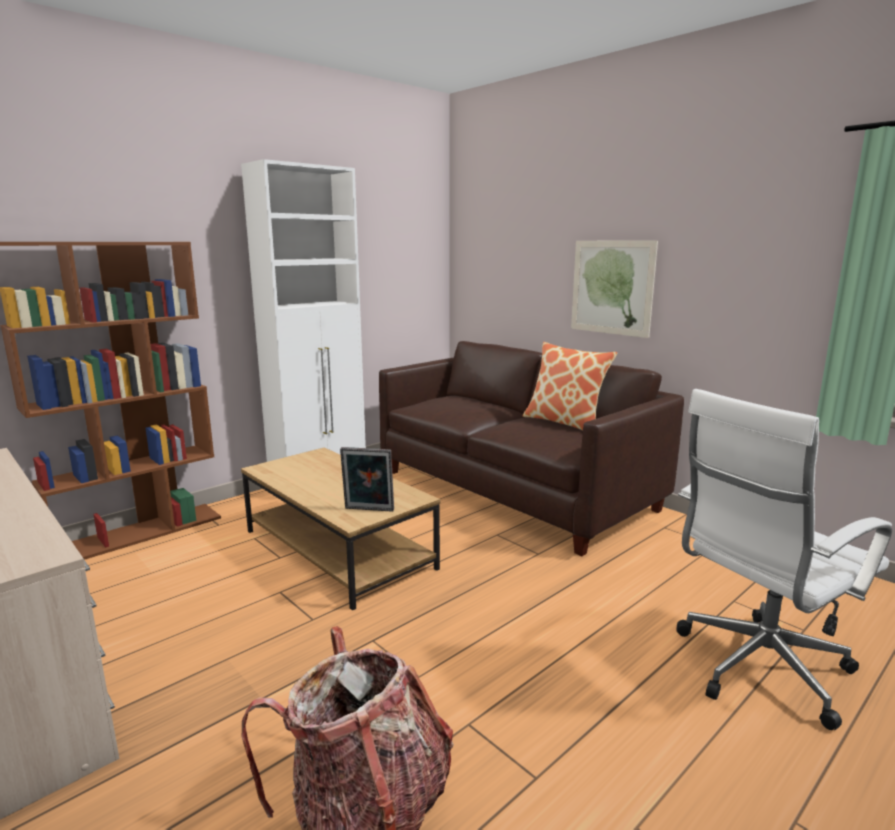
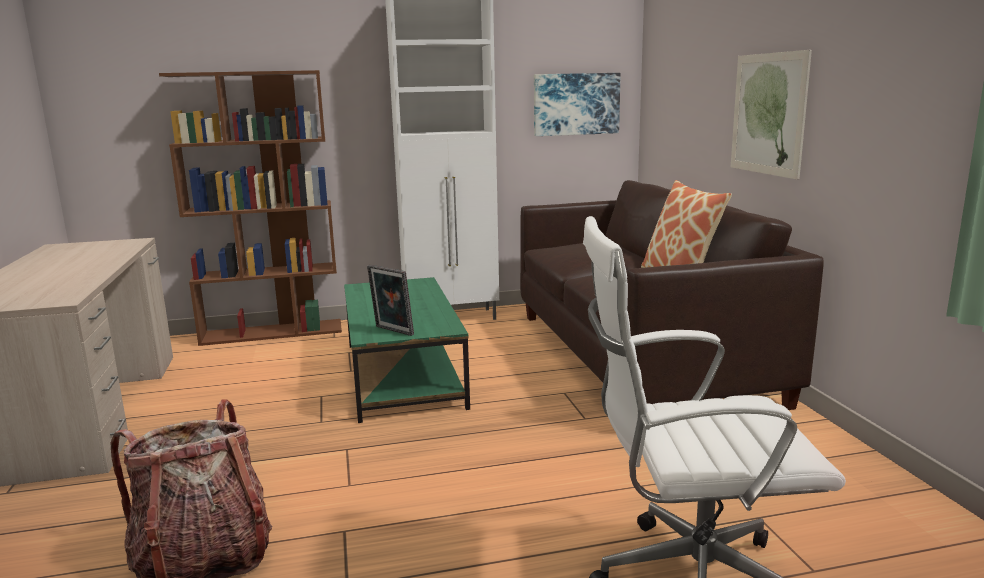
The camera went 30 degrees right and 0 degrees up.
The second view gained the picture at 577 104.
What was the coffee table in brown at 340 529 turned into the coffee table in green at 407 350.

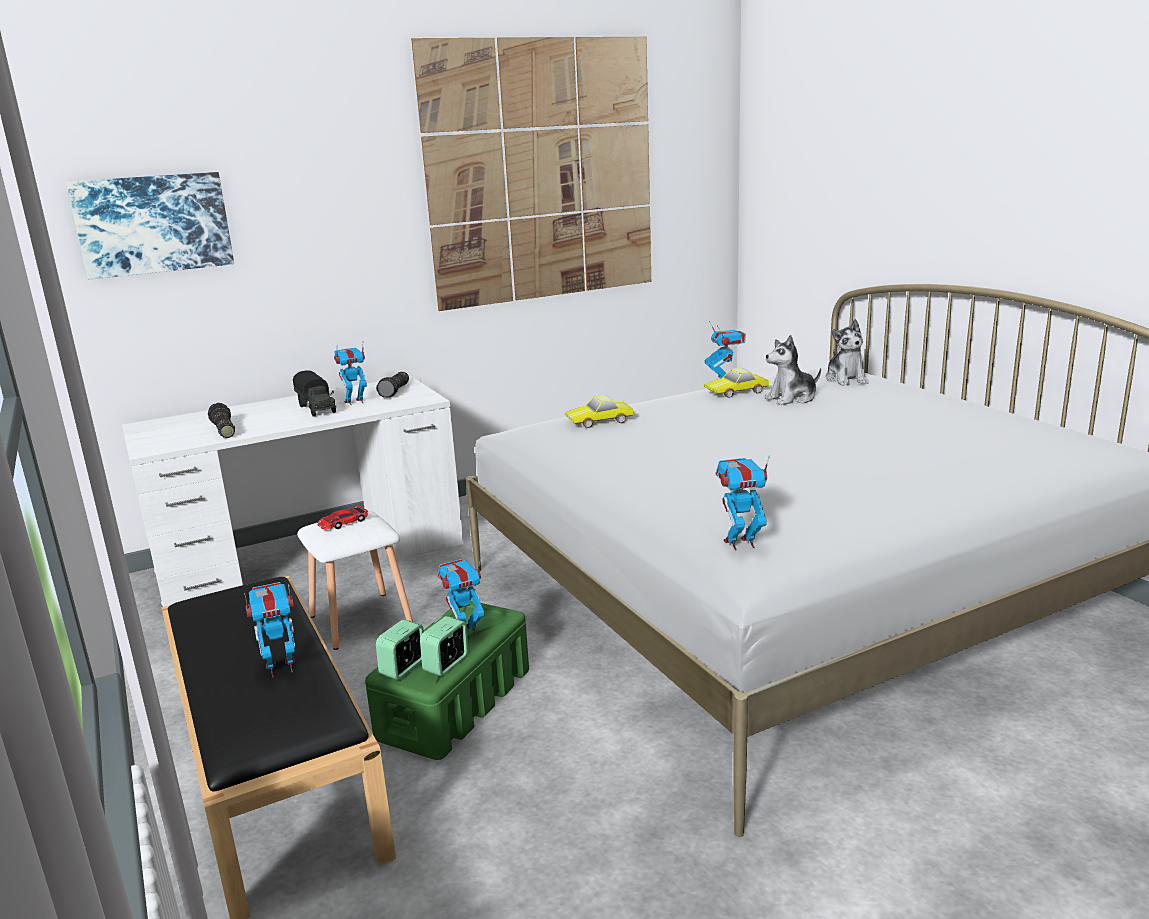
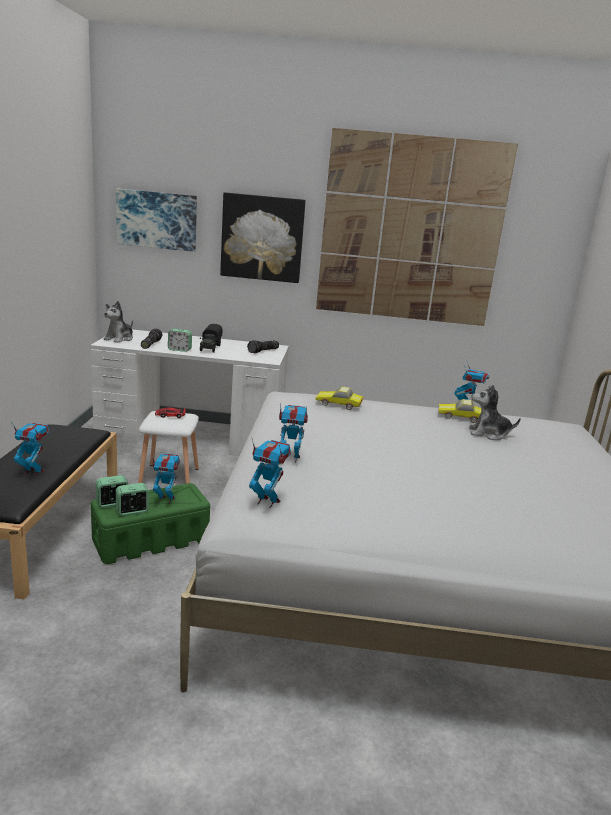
The camera went 30 degrees right and 0 degrees up.
The second view gained the alarm clock at 180 340.
The second view gained the picture at 263 237.
The toy robot ended up elsewhere, having gone from 350 376 to 293 433.
The plush toy ended up elsewhere, having gone from 847 352 to 118 322.

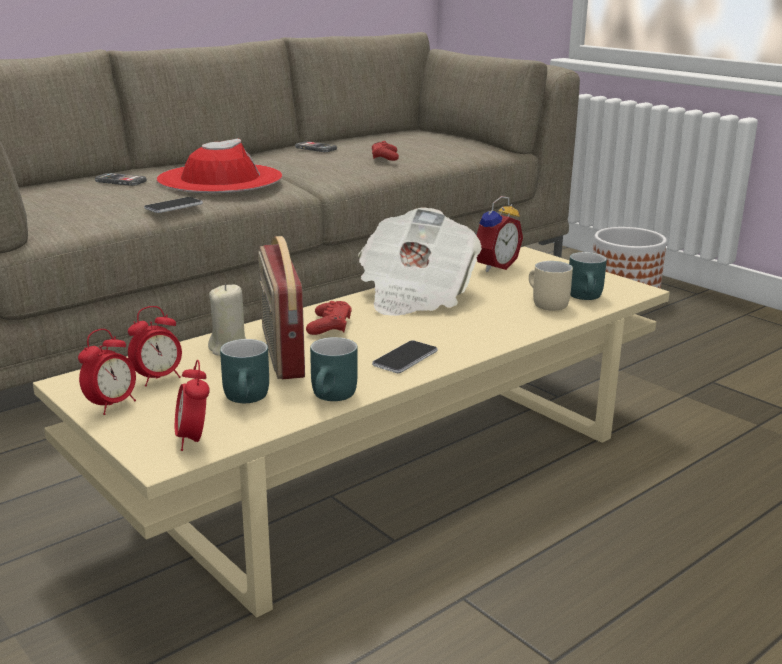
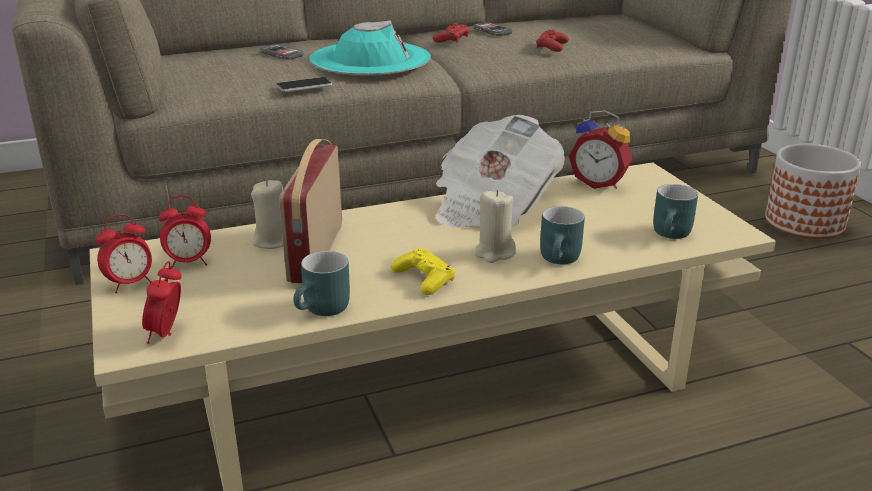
The camera went 20 degrees right and 5 degrees up.
The second view lost the mug in beige at 551 286.
The second view gained the candle in beige at 495 226.
The mug in turquoise ended up elsewhere, having gone from 244 371 to 562 235.
The game controller in red ended up elsewhere, having gone from 329 318 to 451 33.
Where the phone stood at 405 356, the game controller in yellow came to stand at 423 271.
What was the hat in red at 219 165 turned into the hat in turquoise at 370 48.
The alarm clock at 498 234 ended up facing another way, 60 degrees clockwise from before.

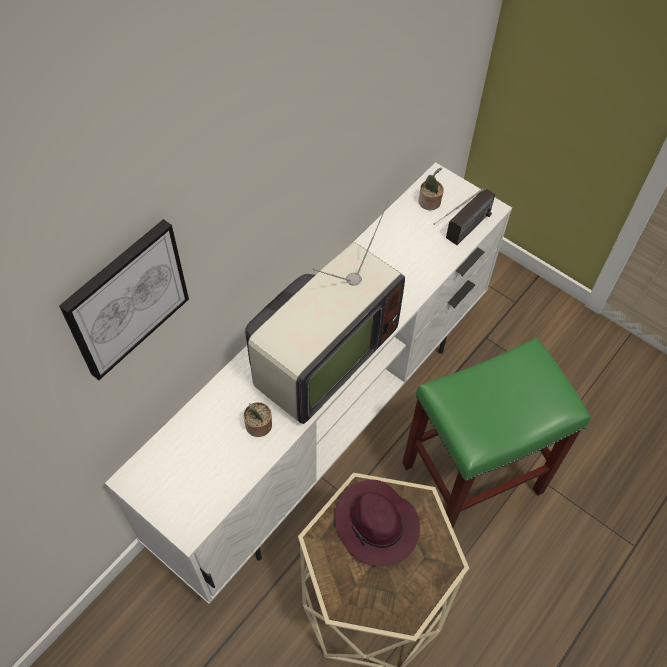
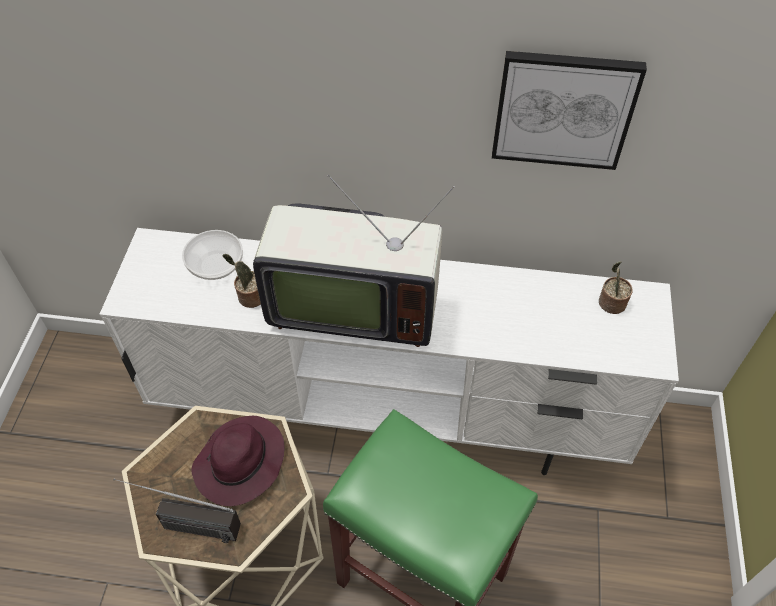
The camera went 60 degrees right and 5 degrees down.
The second view gained the bowl at 212 255.
The picture ended up elsewhere, having gone from 124 299 to 569 110.
The radio ended up elsewhere, having gone from 464 216 to 177 511.

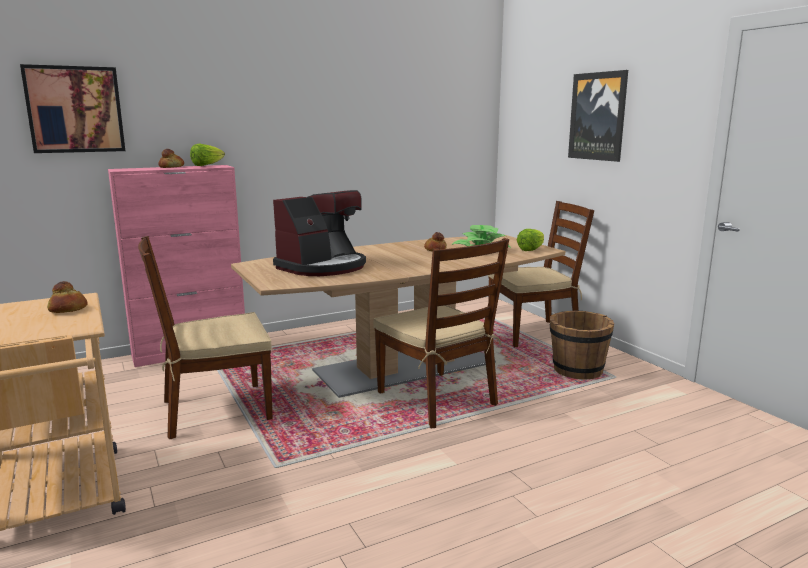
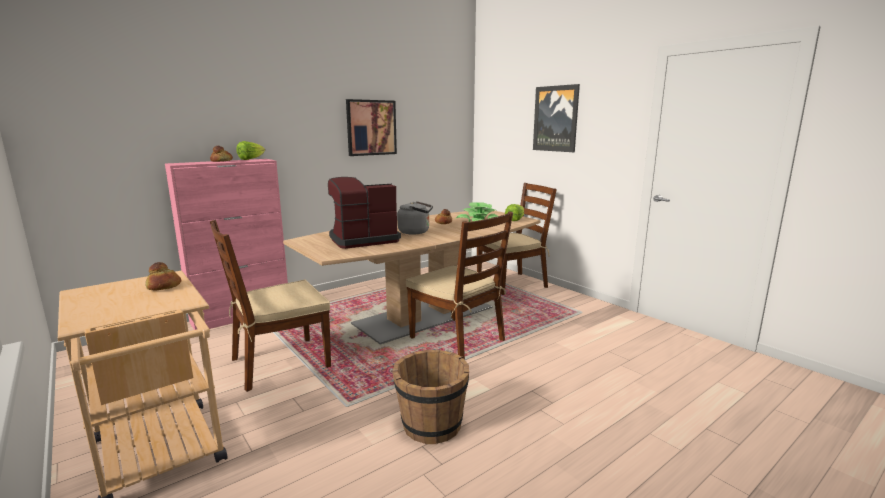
The camera went 10 degrees left and 0 degrees up.
The second view gained the kettle in grey at 415 217.
The picture ended up elsewhere, having gone from 72 108 to 371 127.
The bucket in brown ended up elsewhere, having gone from 582 345 to 430 397.
The coffee machine at 319 233 ended up facing another way, 150 degrees counterclockwise from before.

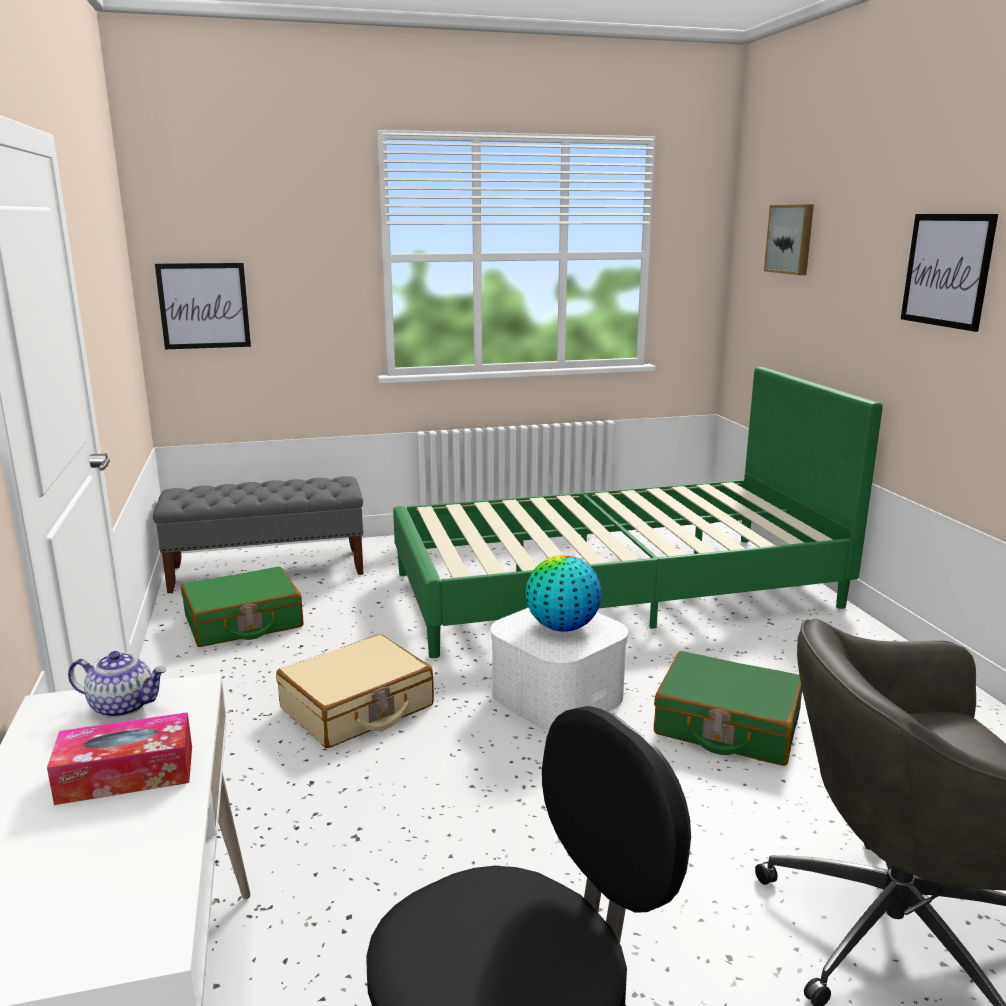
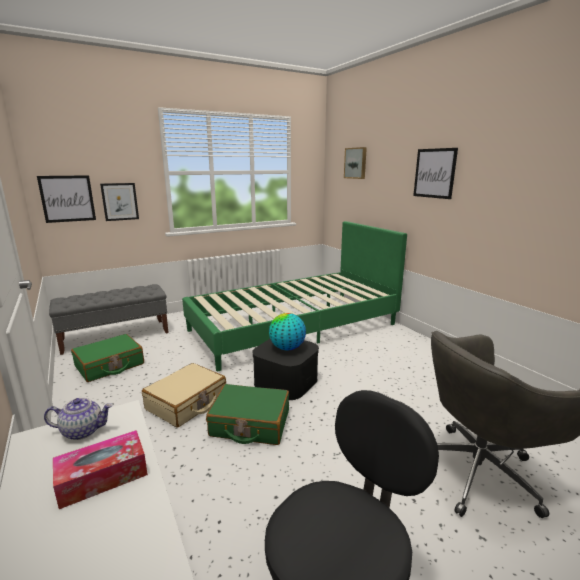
The camera went 15 degrees left and 0 degrees up.
The second view gained the picture at 119 202.
The suitcase in green ended up elsewhere, having gone from 728 708 to 247 414.
What was the storage box in white at 559 669 turned into the storage box in black at 285 369.

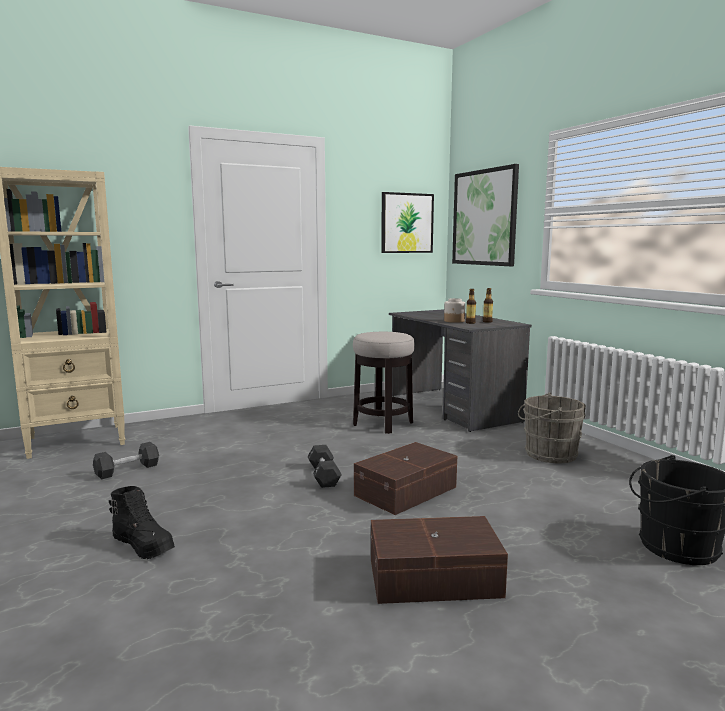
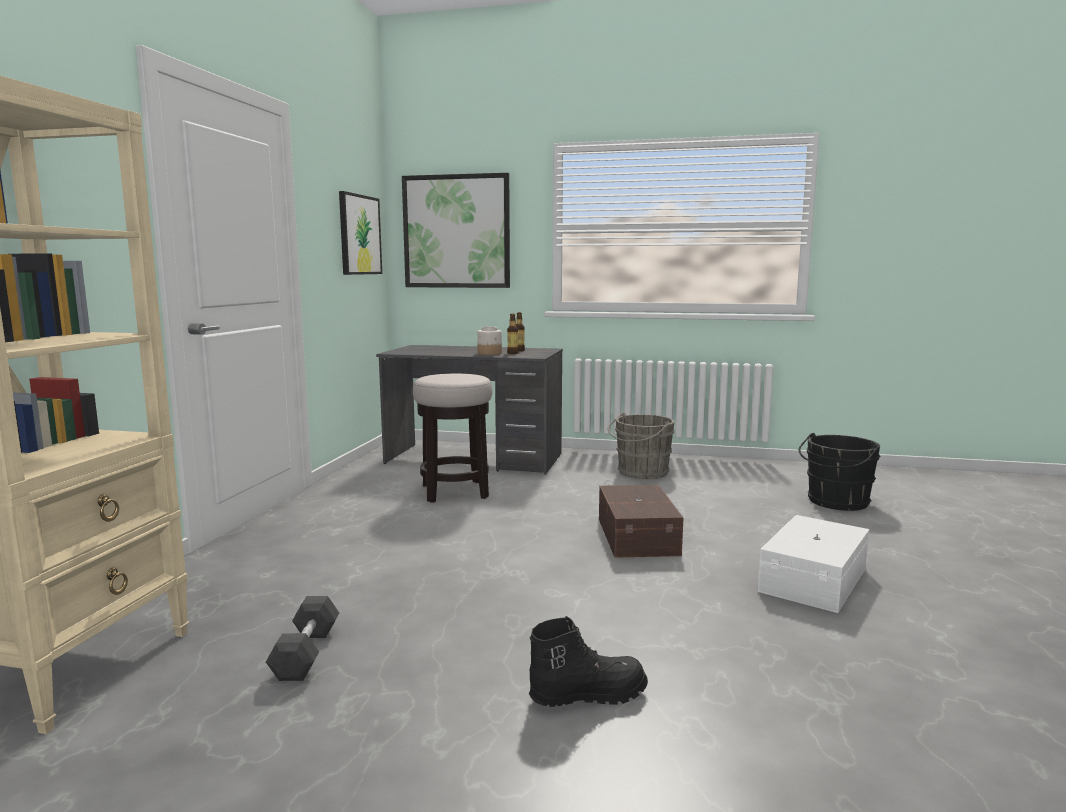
The camera went 50 degrees left and 0 degrees up.
The second view lost the dumbbell in black at 325 466.
What was the storage box in brown at 439 560 turned into the storage box in white at 813 564.

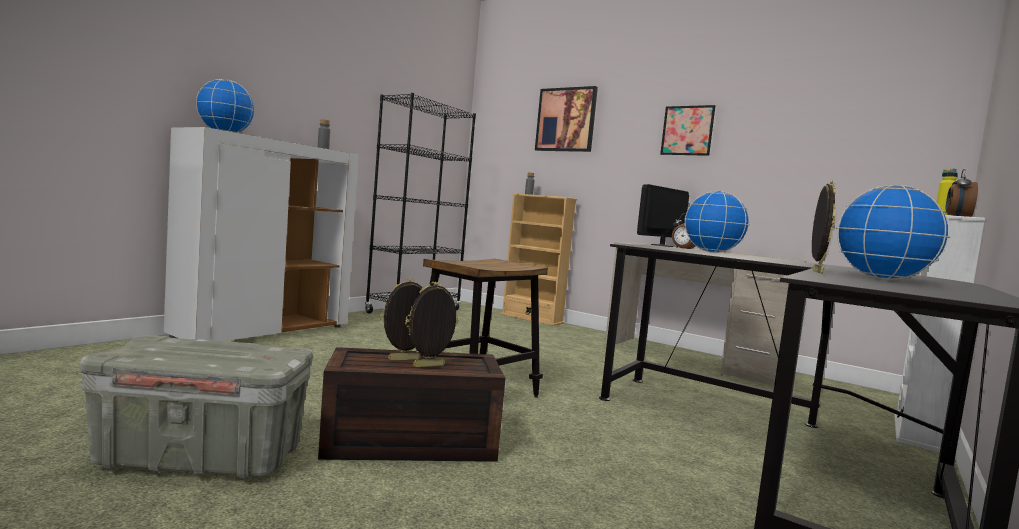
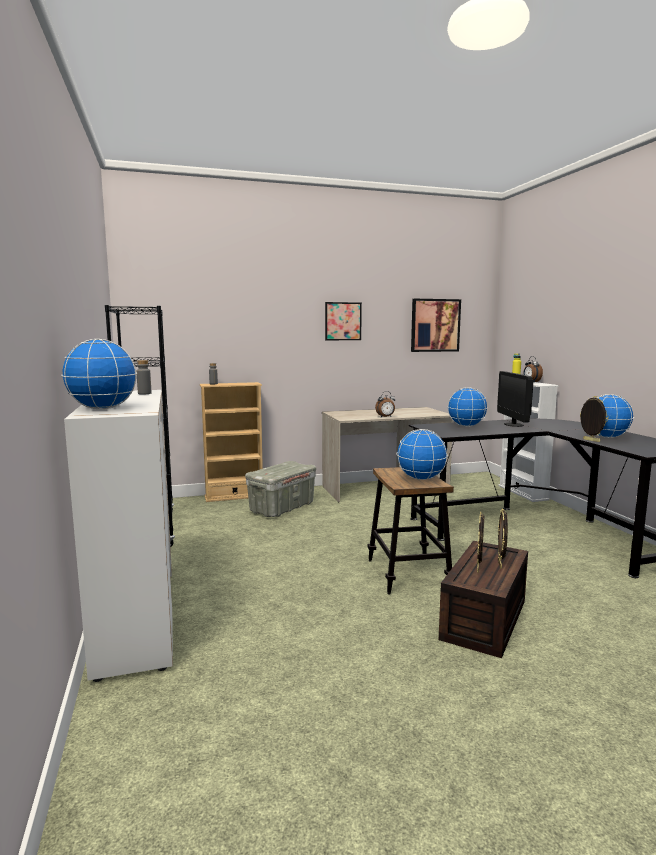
The camera went 50 degrees left and 5 degrees up.
The second view gained the globe at 422 454.
The storage box in grey ended up elsewhere, having gone from 196 407 to 280 489.
The picture ended up elsewhere, having gone from 566 119 to 436 325.
The monitor ended up elsewhere, having gone from 663 215 to 515 399.

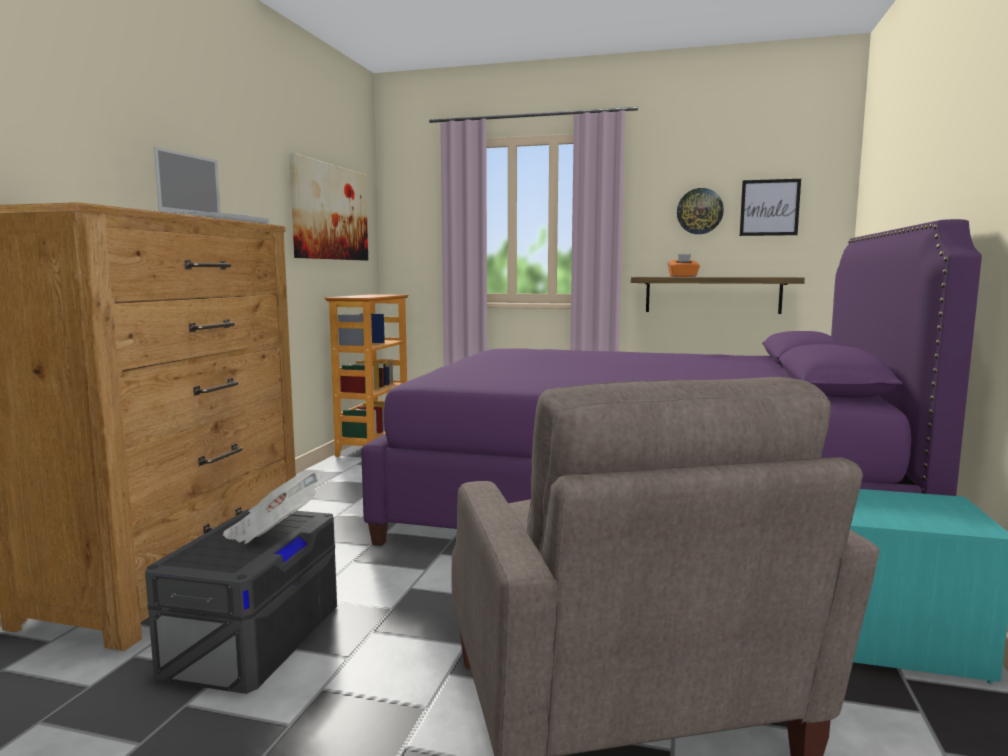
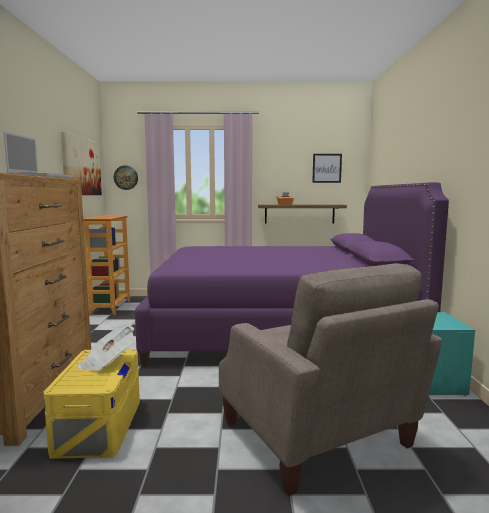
The camera went 15 degrees left and 0 degrees up.
The wall clock ended up elsewhere, having gone from 700 211 to 126 178.
What was the storage box in grey at 241 601 turned into the storage box in yellow at 91 404.

